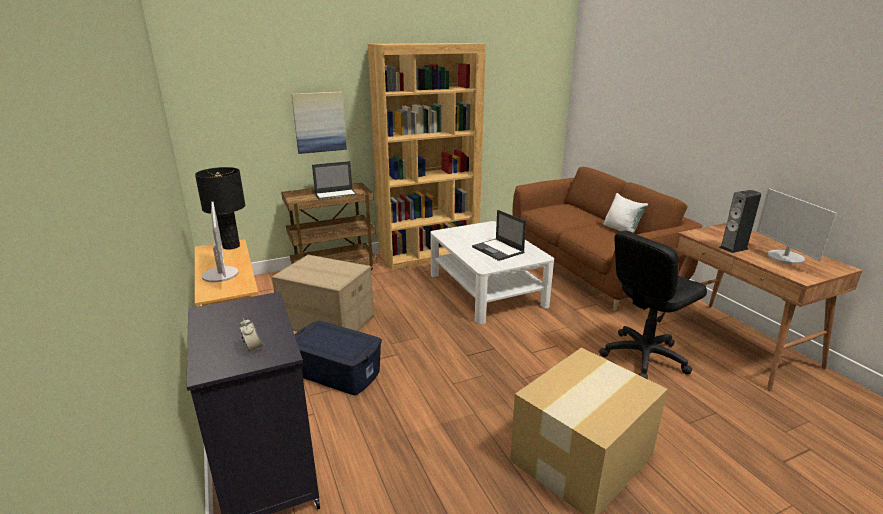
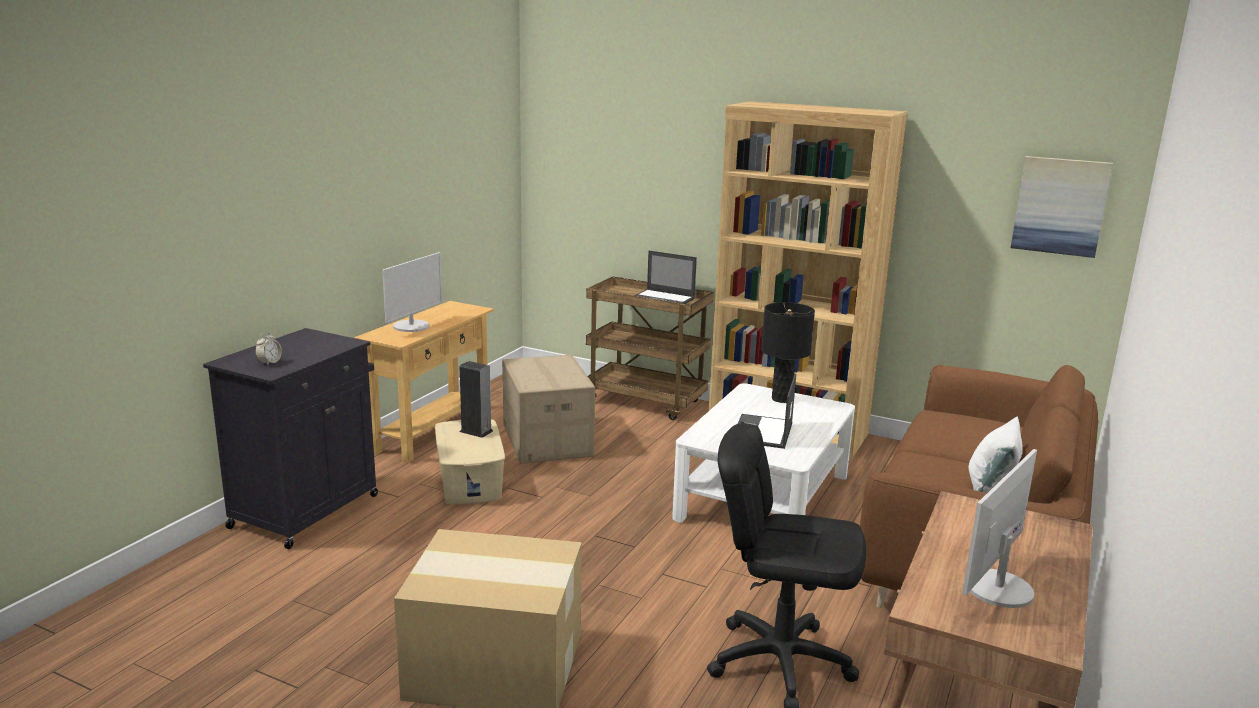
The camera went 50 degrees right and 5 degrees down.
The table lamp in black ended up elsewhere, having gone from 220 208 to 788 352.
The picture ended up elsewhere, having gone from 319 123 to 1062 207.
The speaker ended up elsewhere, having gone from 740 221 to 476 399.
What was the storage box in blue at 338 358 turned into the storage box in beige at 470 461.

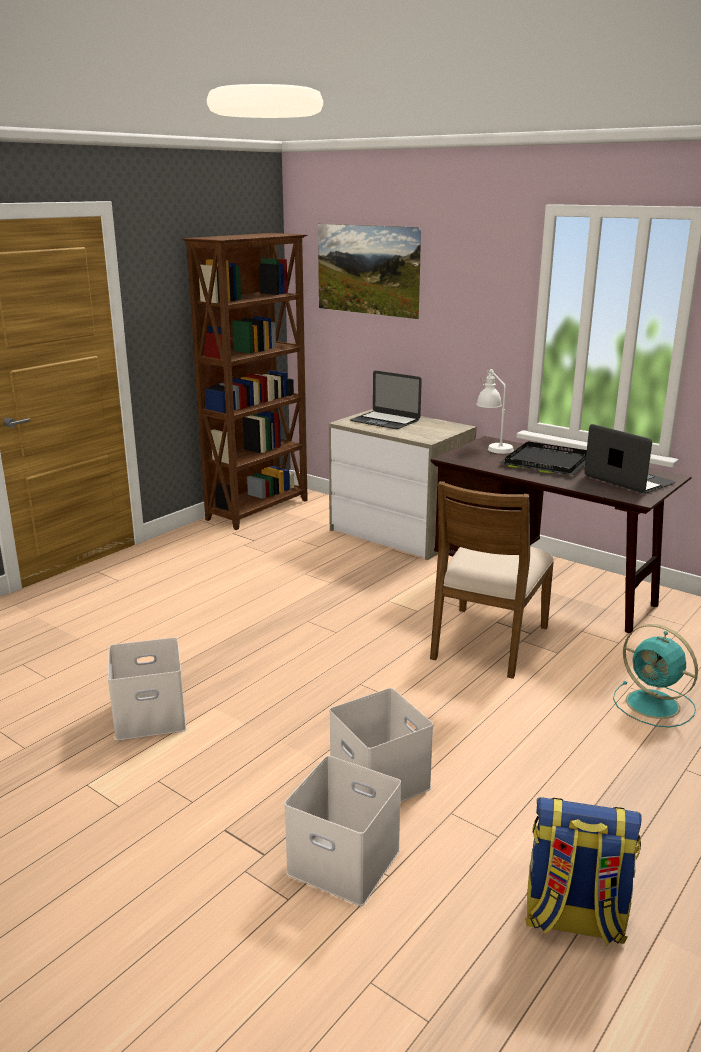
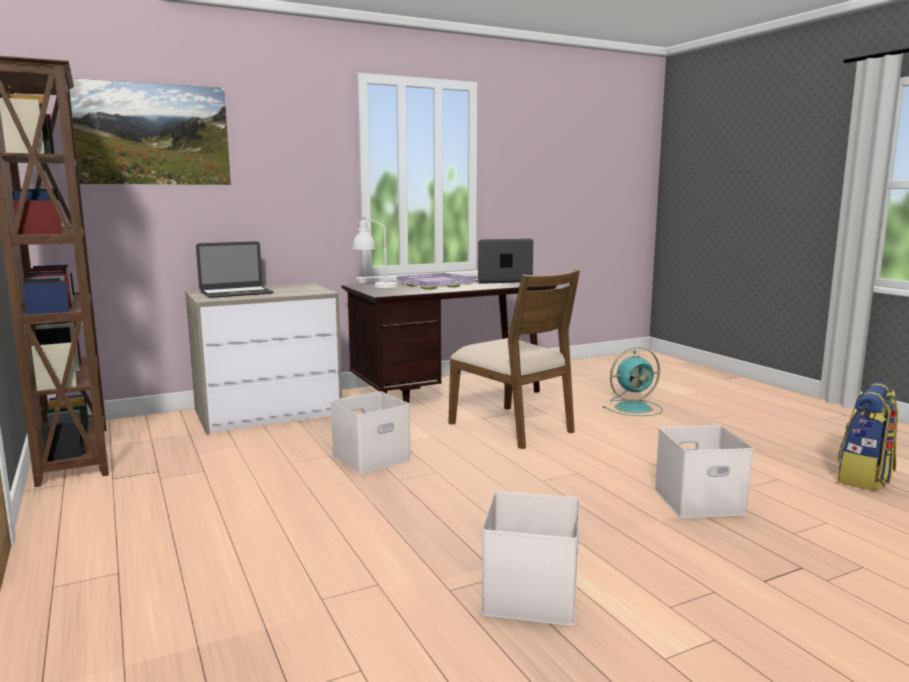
The camera went 65 degrees left and 10 degrees down.
The storage box in white ended up elsewhere, having gone from 342 831 to 371 432.
What was the tray in black at 543 458 turned into the tray in purple at 436 281.

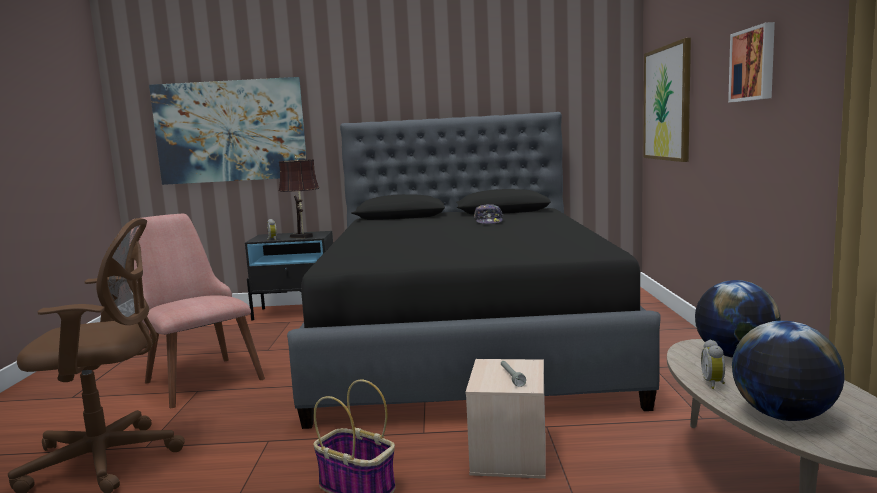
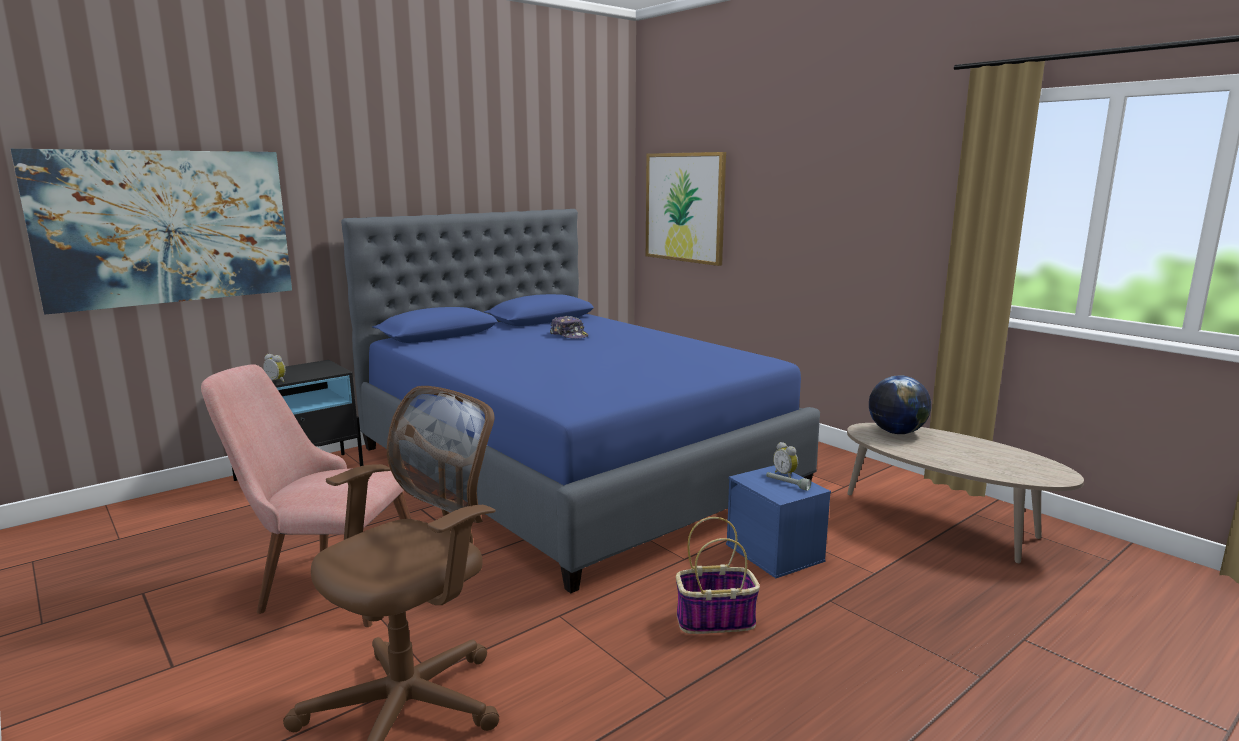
The camera went 40 degrees left and 5 degrees up.
The second view lost the table lamp in brown at 299 197.
The second view lost the picture at 751 62.
The second view lost the globe at 788 371.
The alarm clock ended up elsewhere, having gone from 713 364 to 785 460.
What was the bed in black at 474 270 turned into the bed in blue at 580 401.
What was the storage box in beige at 506 419 turned into the storage box in blue at 778 521.

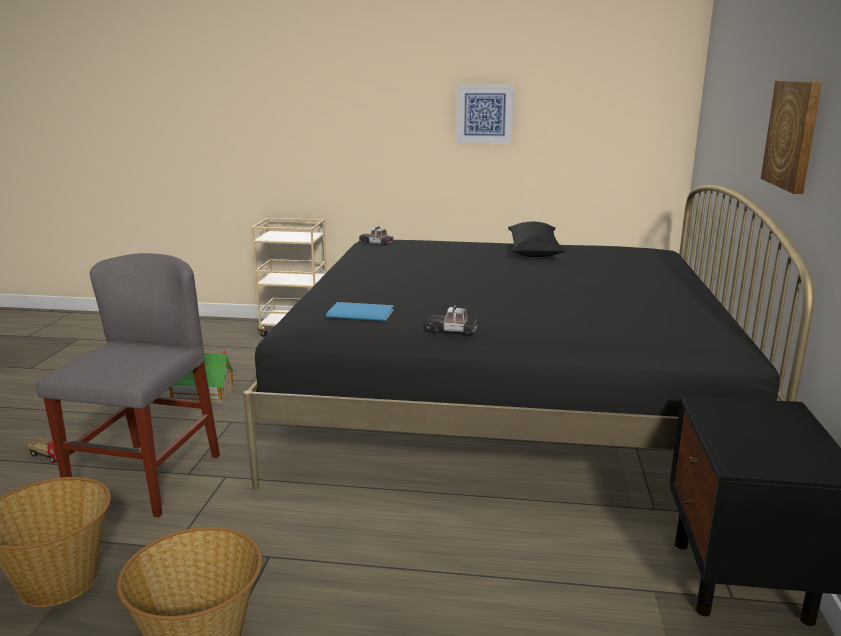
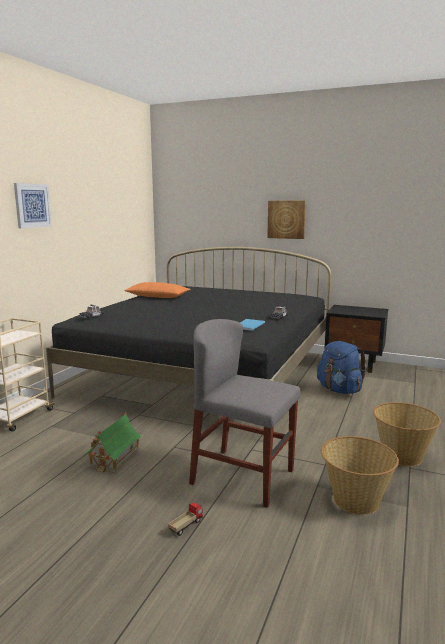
The camera went 75 degrees left and 5 degrees down.
The second view gained the backpack in blue at 341 367.
The picture ended up elsewhere, having gone from 485 114 to 33 205.
What was the pillow in black at 537 239 turned into the pillow in orange at 157 290.

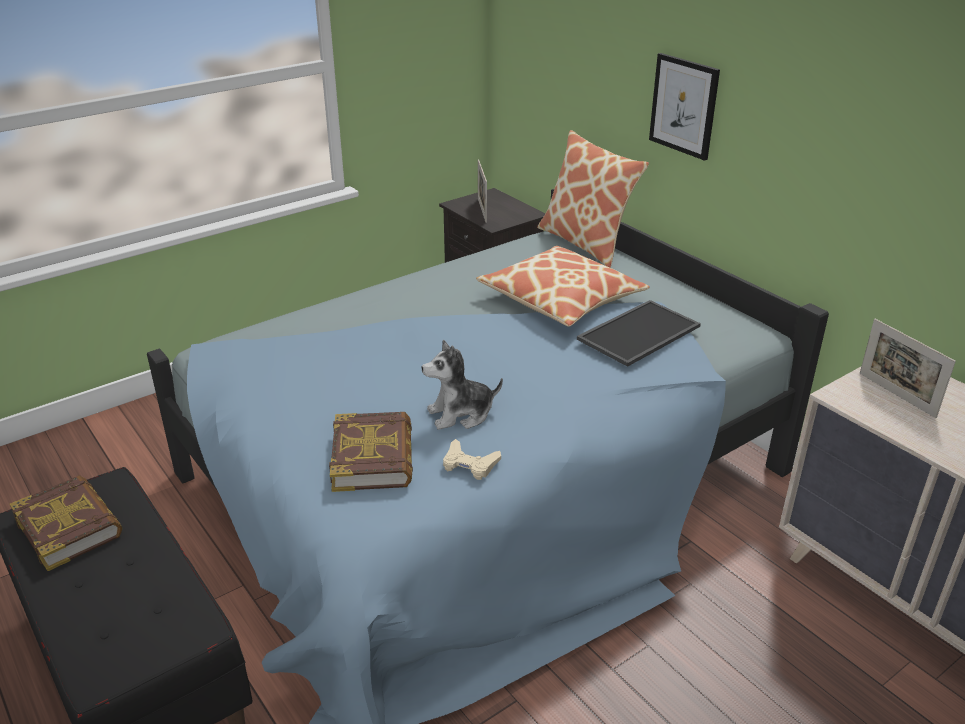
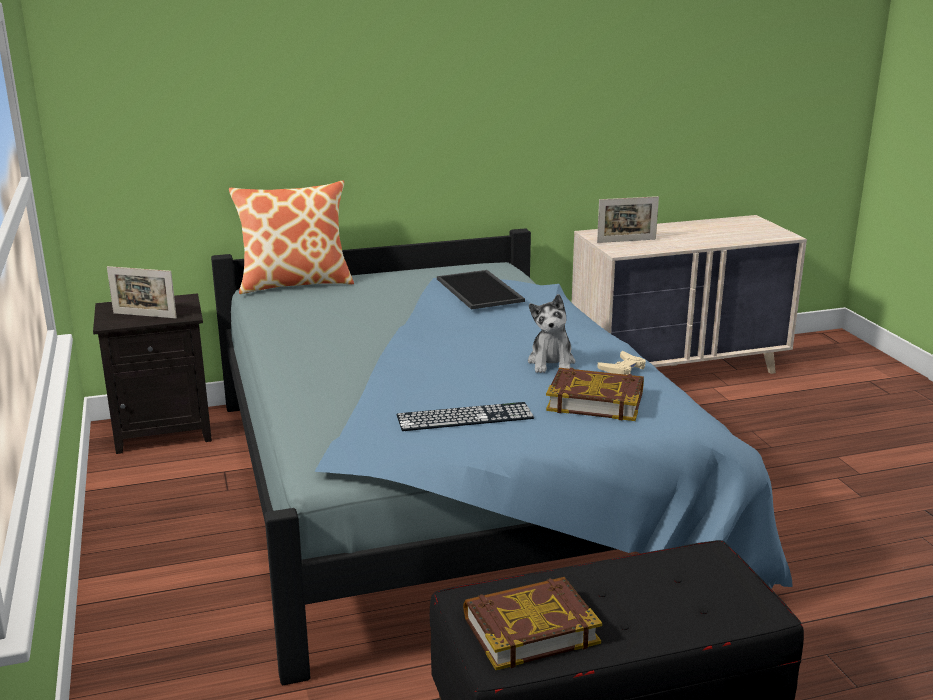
The camera went 70 degrees left and 10 degrees down.
The second view lost the pillow at 563 286.
The second view lost the picture at 684 107.
The second view gained the keyboard at 465 416.

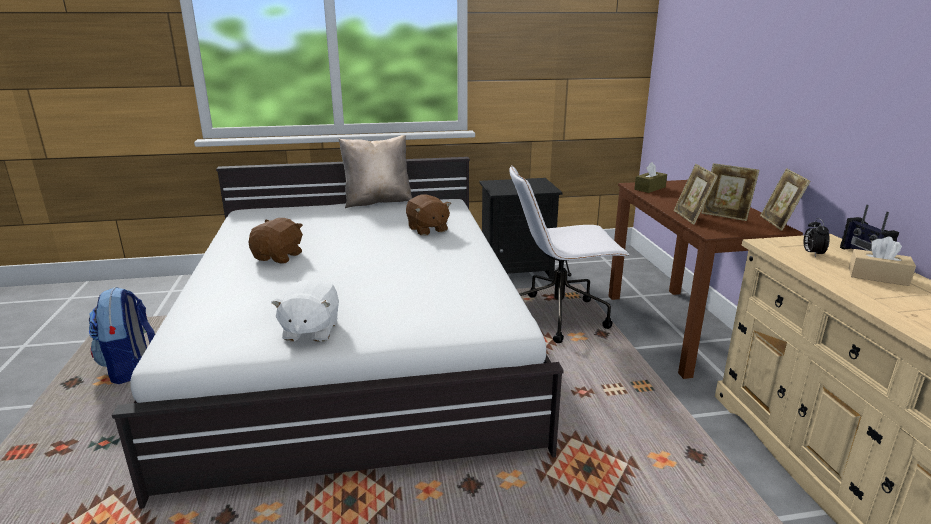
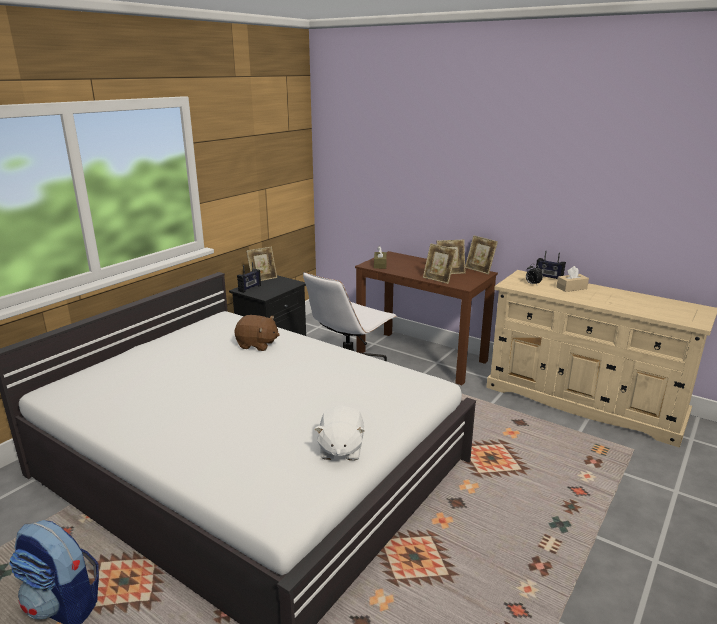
The camera went 45 degrees left and 0 degrees up.
The second view lost the plush toy in brown at 275 241.
The second view lost the pillow in beige at 375 171.
The second view gained the radio at 249 277.
The second view gained the picture frame at 261 263.
The plush toy in white at 305 310 ended up facing another way, 45 degrees clockwise from before.

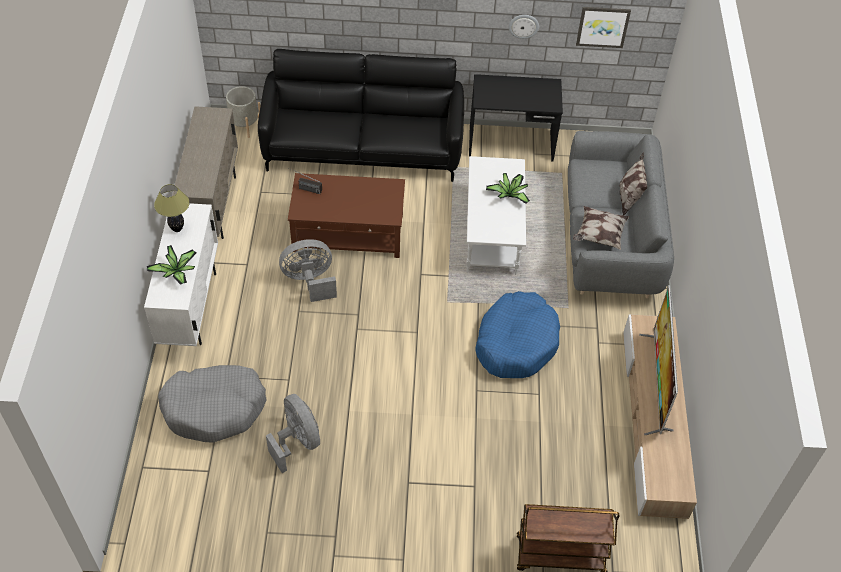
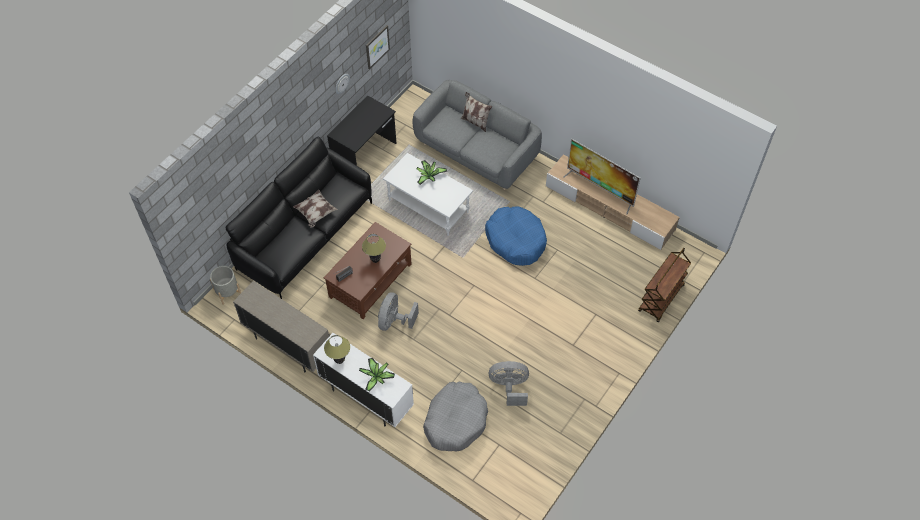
The camera went 55 degrees left and 5 degrees up.
The second view gained the table lamp at 374 248.
The pillow ended up elsewhere, having gone from 601 228 to 315 208.

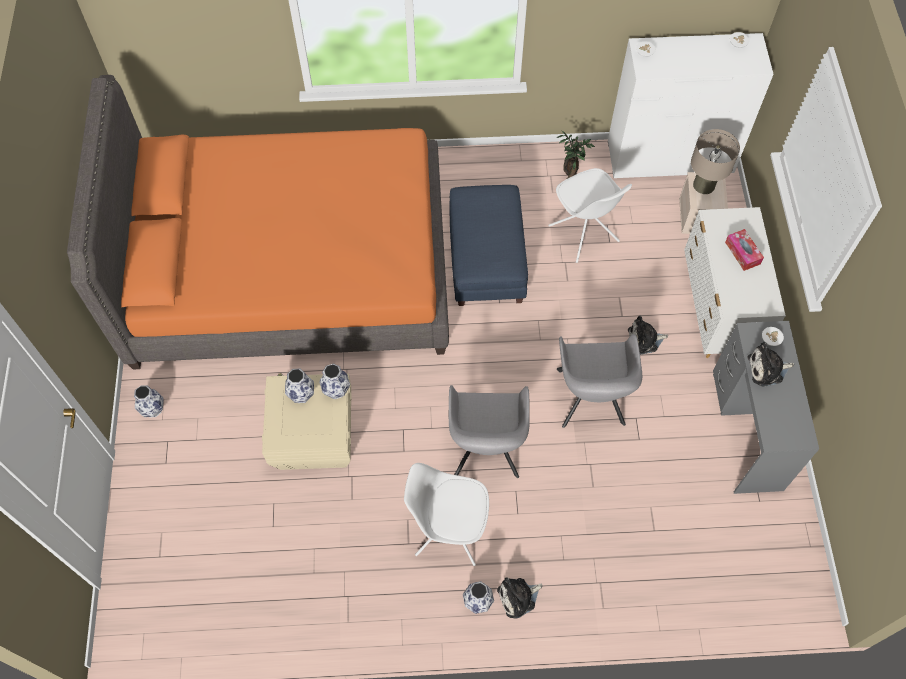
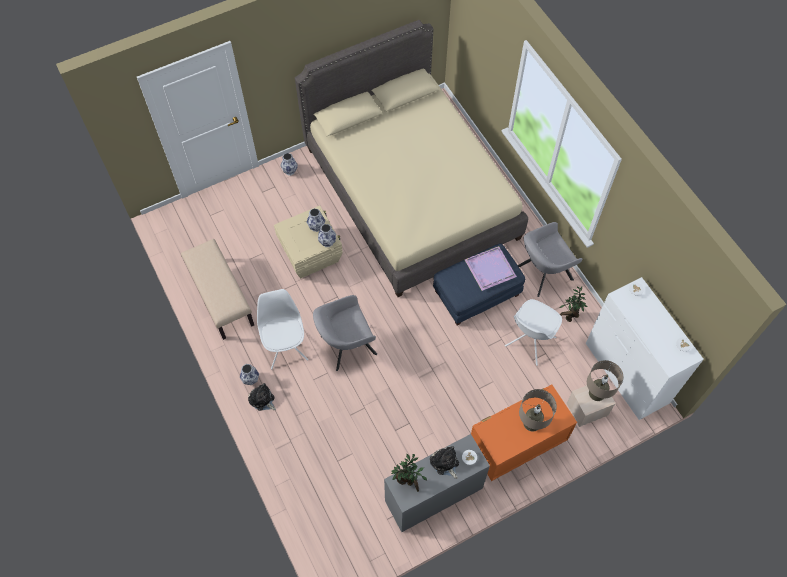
The camera went 65 degrees right and 0 degrees up.
The second view lost the plush toy at 648 335.
The second view gained the bench in beige at 217 289.
The second view gained the potted plant at 409 473.
The second view gained the tray in purple at 491 268.
The armchair in grey ended up elsewhere, having gone from 599 381 to 550 259.
Where the tissue box stood at 744 250, the table lamp in beige came to stand at 538 410.
What was the bed in orange at 258 222 turned into the bed in beige at 411 158.
What was the dresser in white at 735 282 turned into the dresser in orange at 524 432.

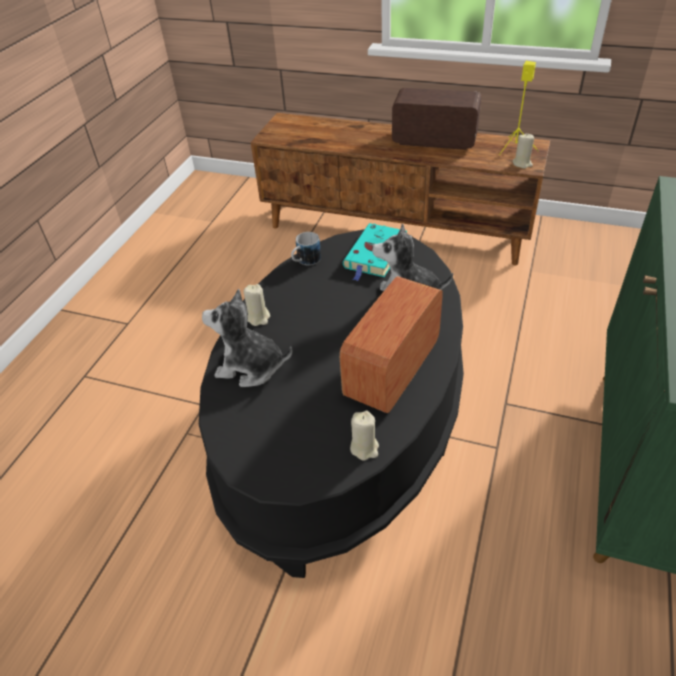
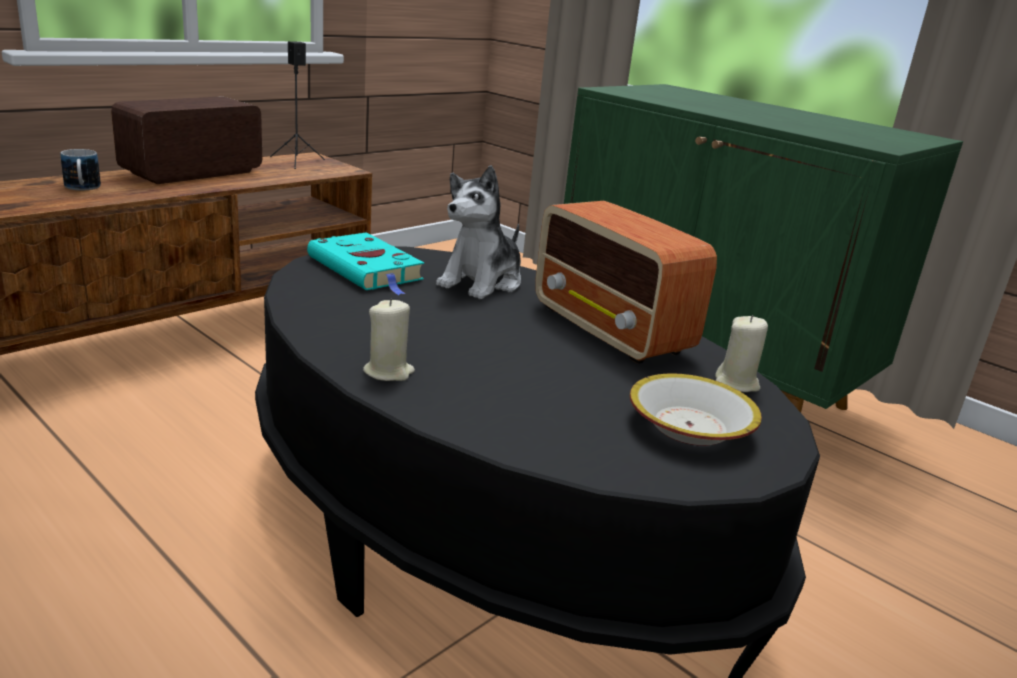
The camera went 70 degrees left and 20 degrees down.
The second view lost the plush toy at 247 338.
The second view lost the candle in beige at 523 151.
The second view gained the bowl at 696 409.
The mug ended up elsewhere, having gone from 306 248 to 80 169.
What was the speaker in yellow at 519 108 turned into the speaker in black at 297 105.

